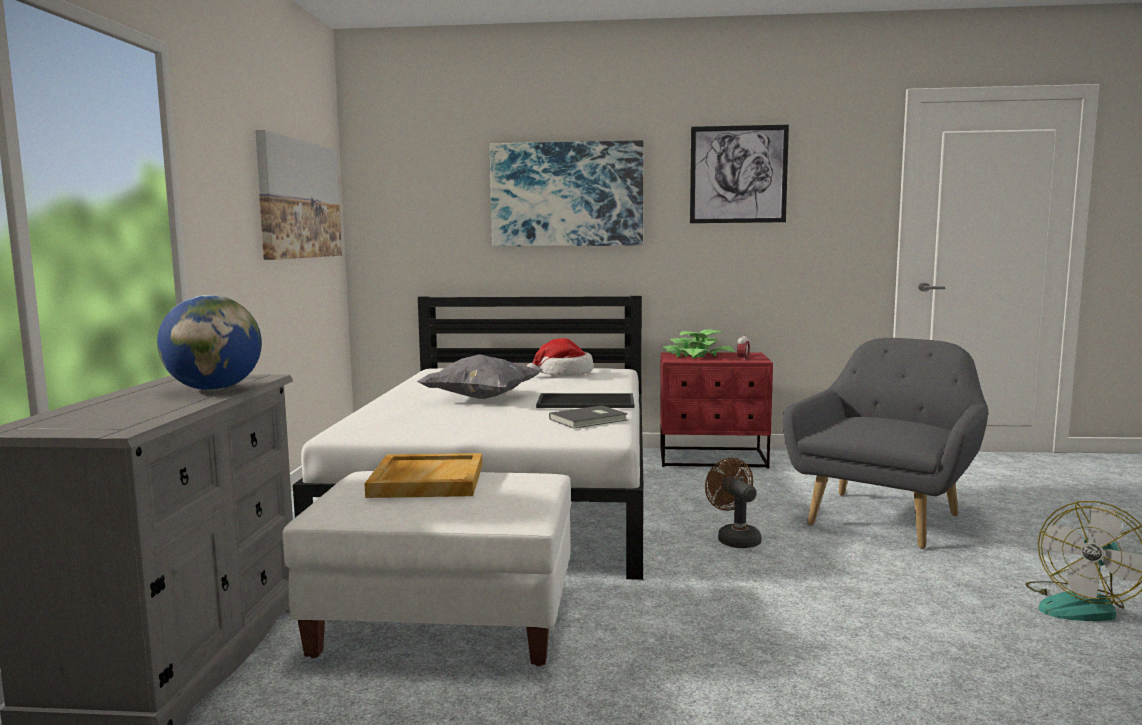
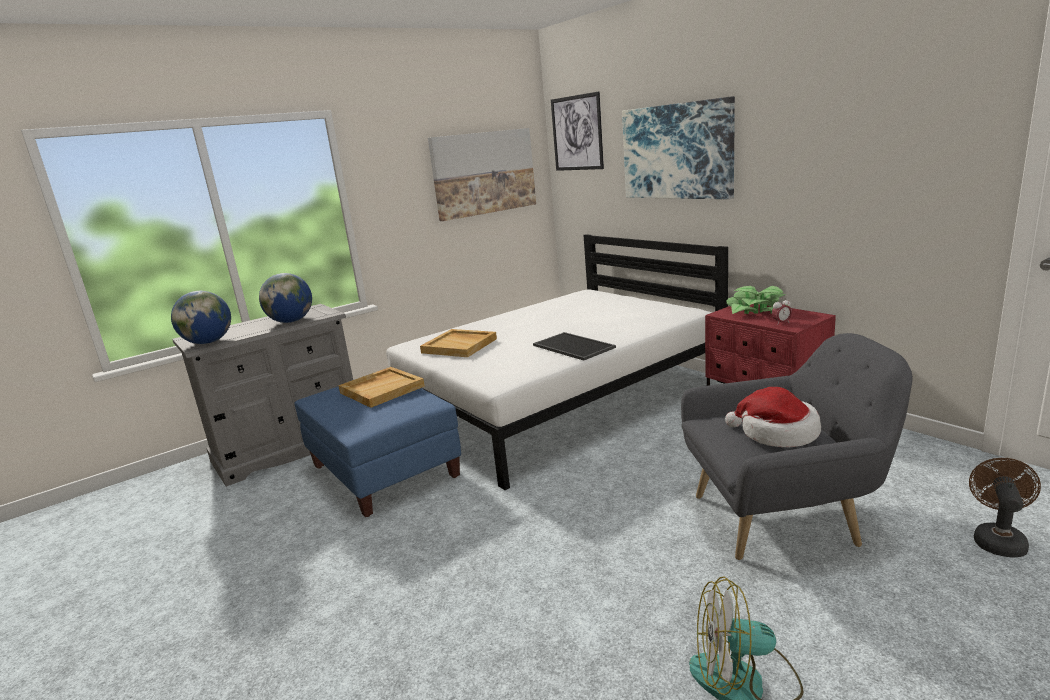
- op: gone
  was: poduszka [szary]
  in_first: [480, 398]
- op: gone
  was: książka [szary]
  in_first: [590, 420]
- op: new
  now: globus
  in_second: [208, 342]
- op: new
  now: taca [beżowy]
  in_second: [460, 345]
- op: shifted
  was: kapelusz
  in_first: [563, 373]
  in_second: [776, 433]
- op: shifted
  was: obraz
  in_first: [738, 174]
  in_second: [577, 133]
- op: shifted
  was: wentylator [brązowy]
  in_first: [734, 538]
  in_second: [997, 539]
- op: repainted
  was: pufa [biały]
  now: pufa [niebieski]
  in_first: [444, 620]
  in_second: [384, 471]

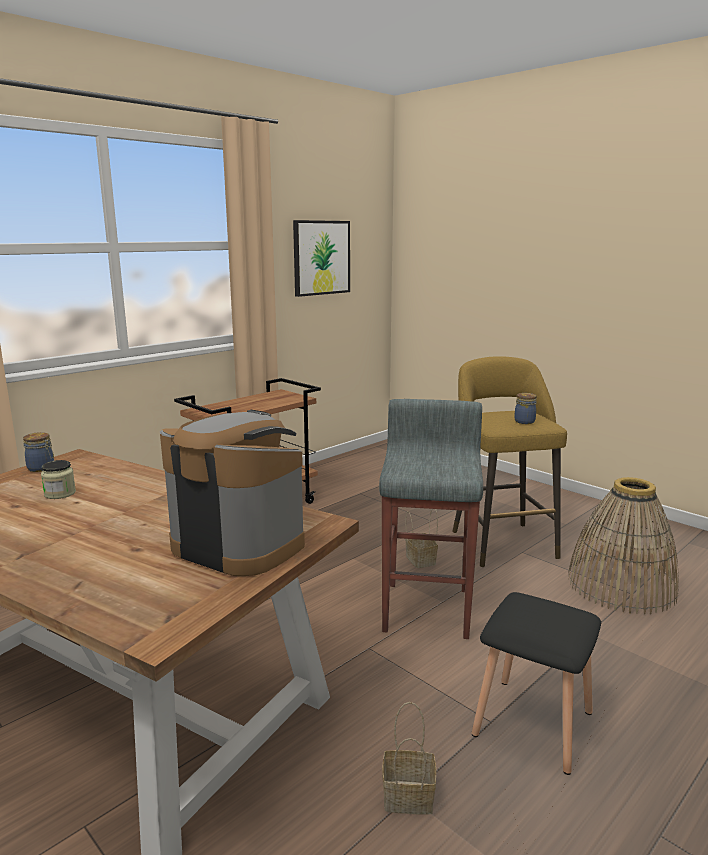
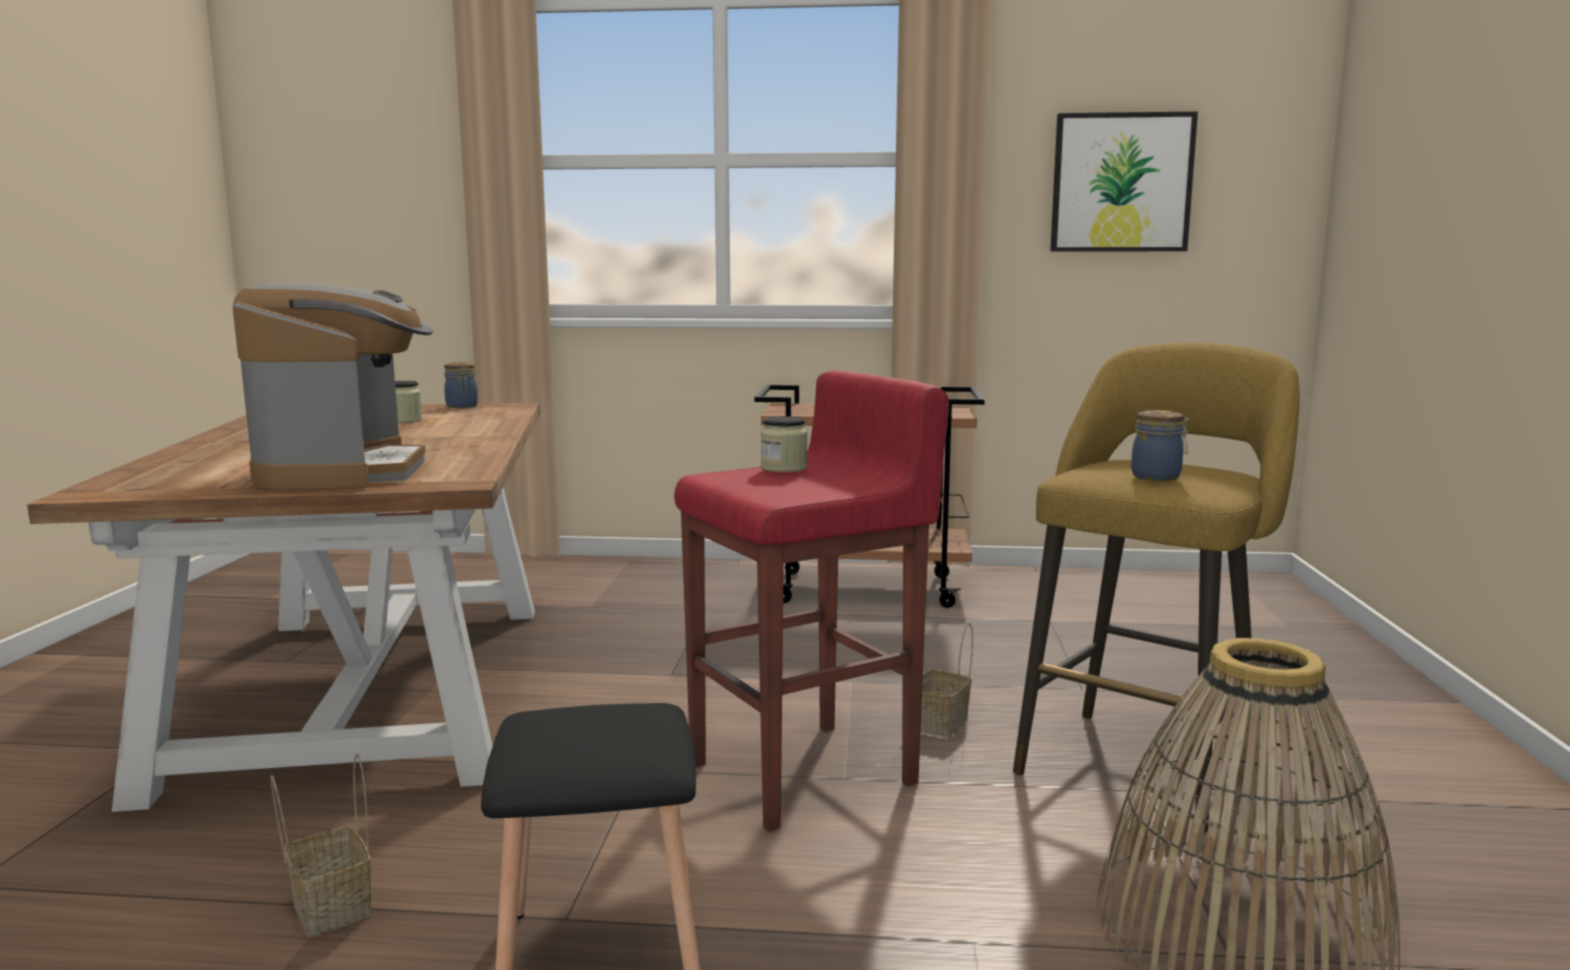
- op: new
  now: słoik
  in_second: [784, 468]
- op: repainted
  was: stołek [szary]
  now: stołek [czerwony]
  in_first: [428, 608]
  in_second: [807, 774]

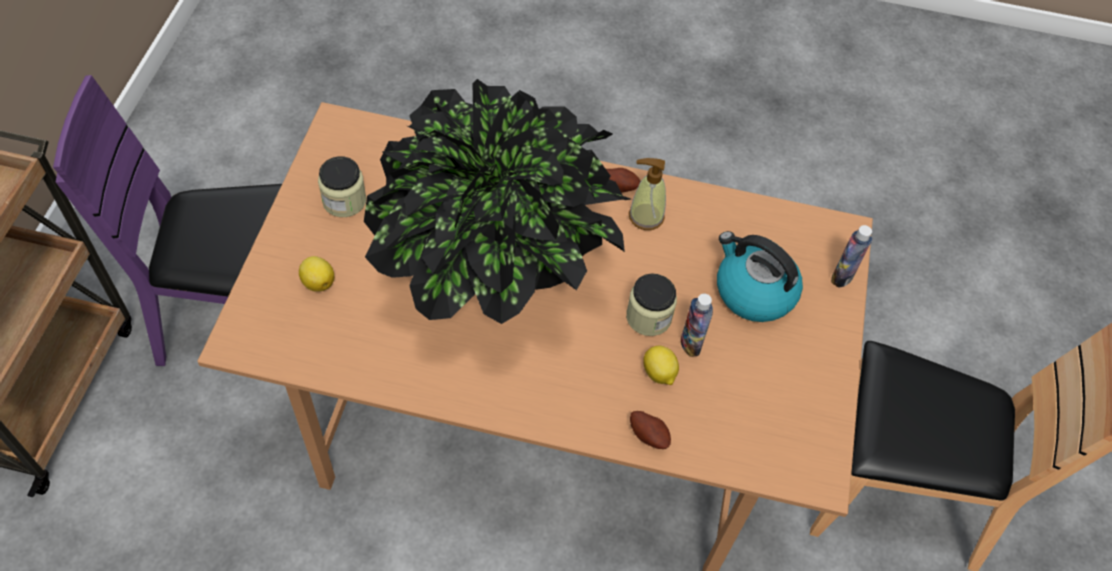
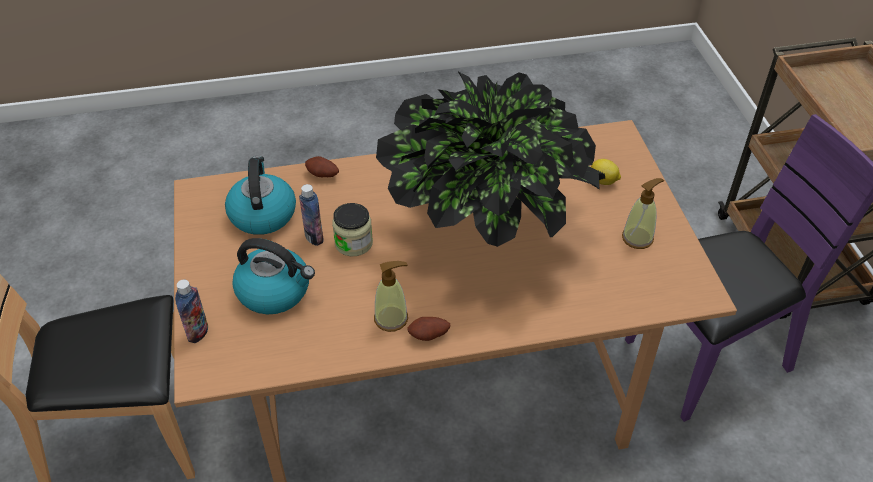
- op: gone
  was: cytryna
  in_first: [659, 374]
- op: new
  now: czajnik
  in_second: [262, 214]
- op: swapped
  was: słoik
  now: dozownik mydła
  in_first: [344, 201]
  in_second: [637, 238]

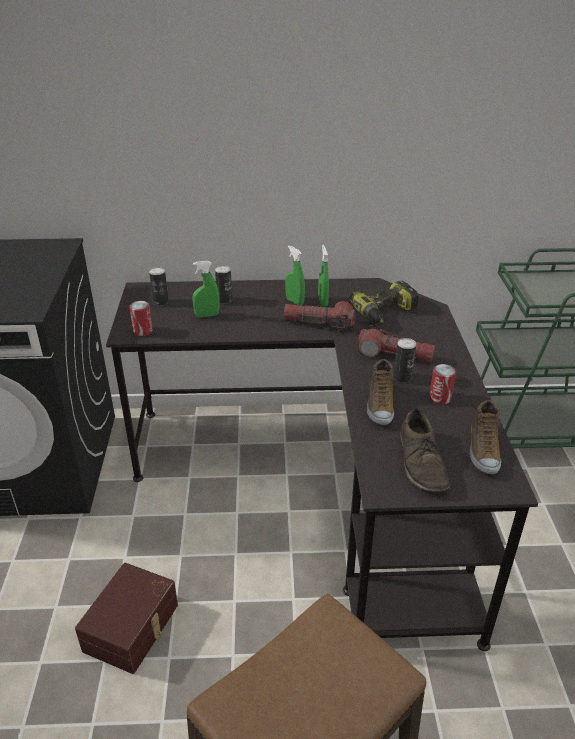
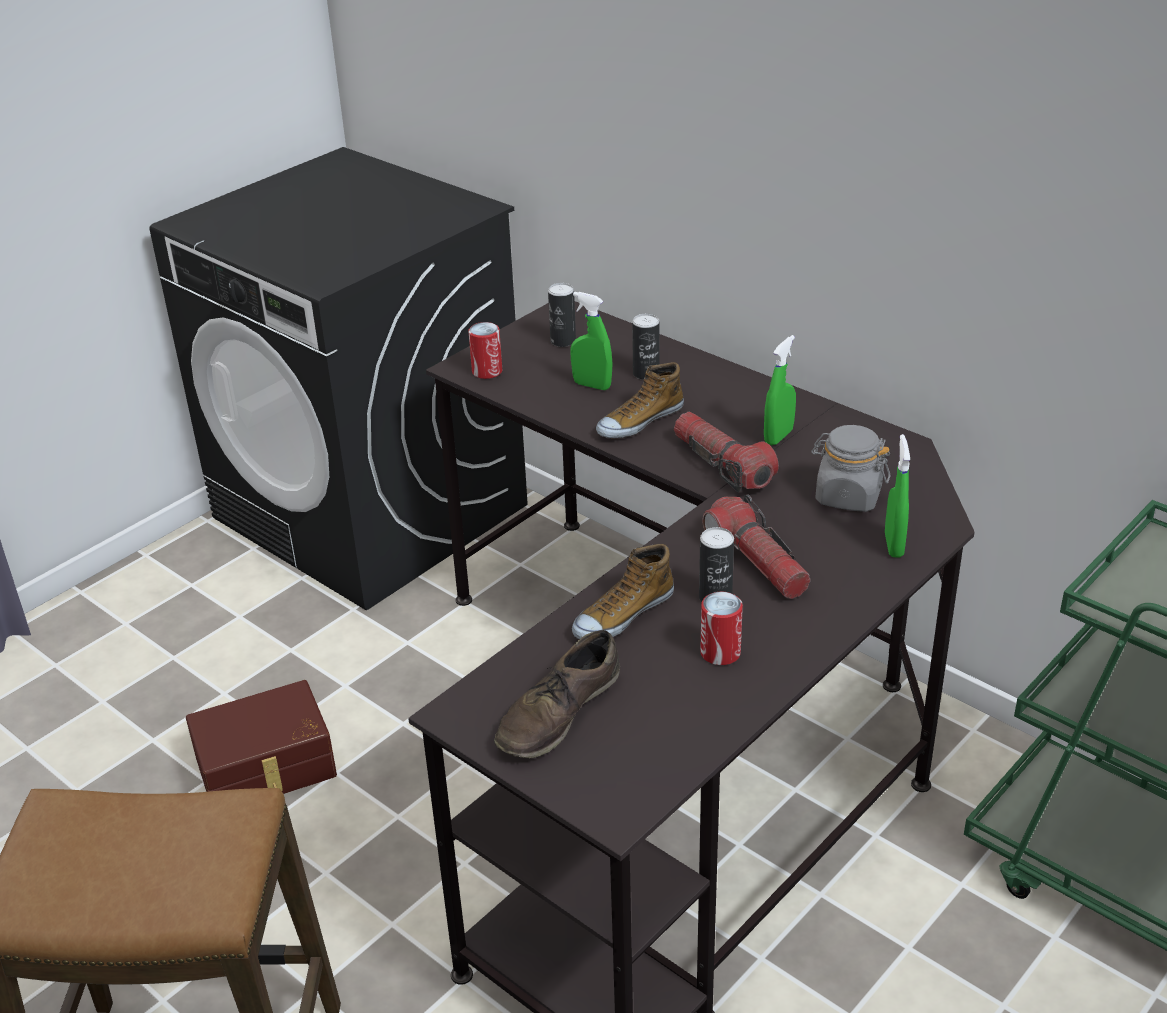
- op: shifted
  was: spryskiwacz [zielony]
  in_first: [294, 301]
  in_second: [893, 545]
- op: shifted
  was: but
  in_first: [483, 450]
  in_second: [639, 421]
- op: swapped
  was: wiertarka
  now: słoik [szary]
  in_first: [385, 312]
  in_second: [847, 496]

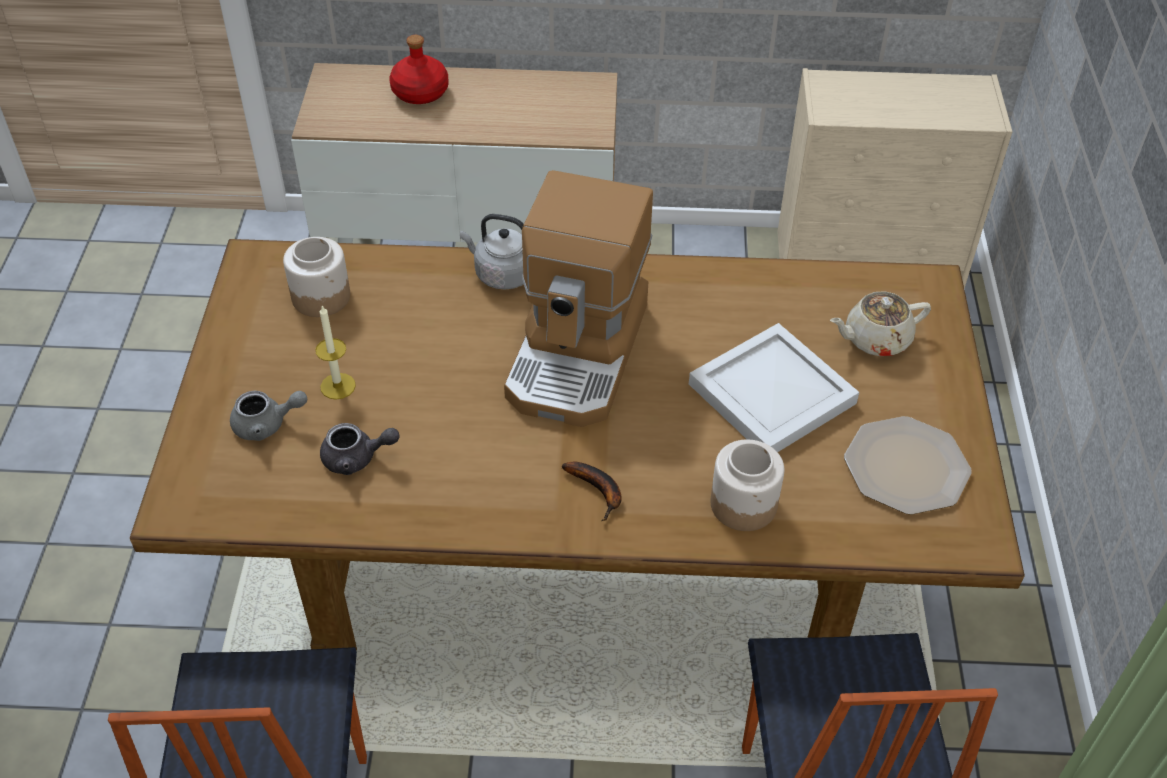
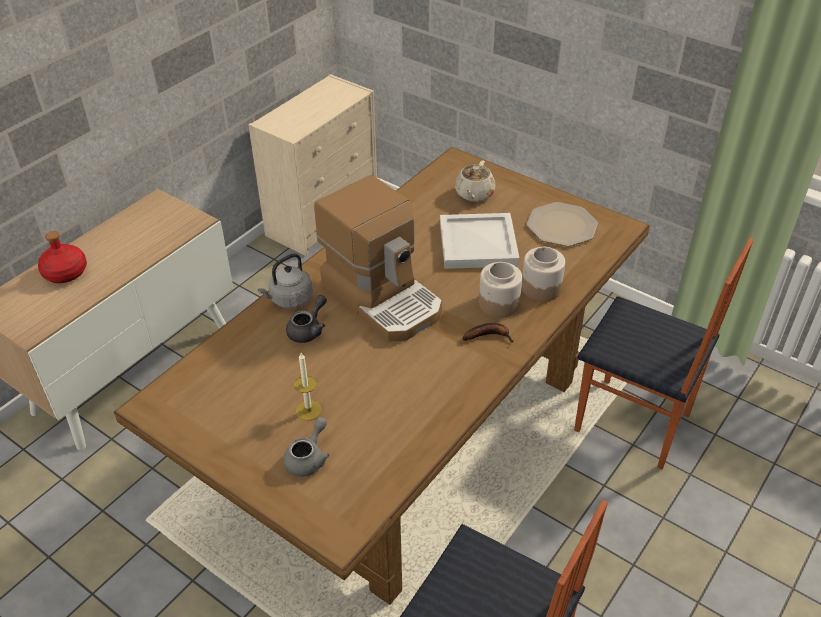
- op: shifted
  was: słoik
  in_first: [321, 296]
  in_second: [498, 303]
- op: shifted
  was: imbryk [szary]
  in_first: [357, 458]
  in_second: [308, 330]

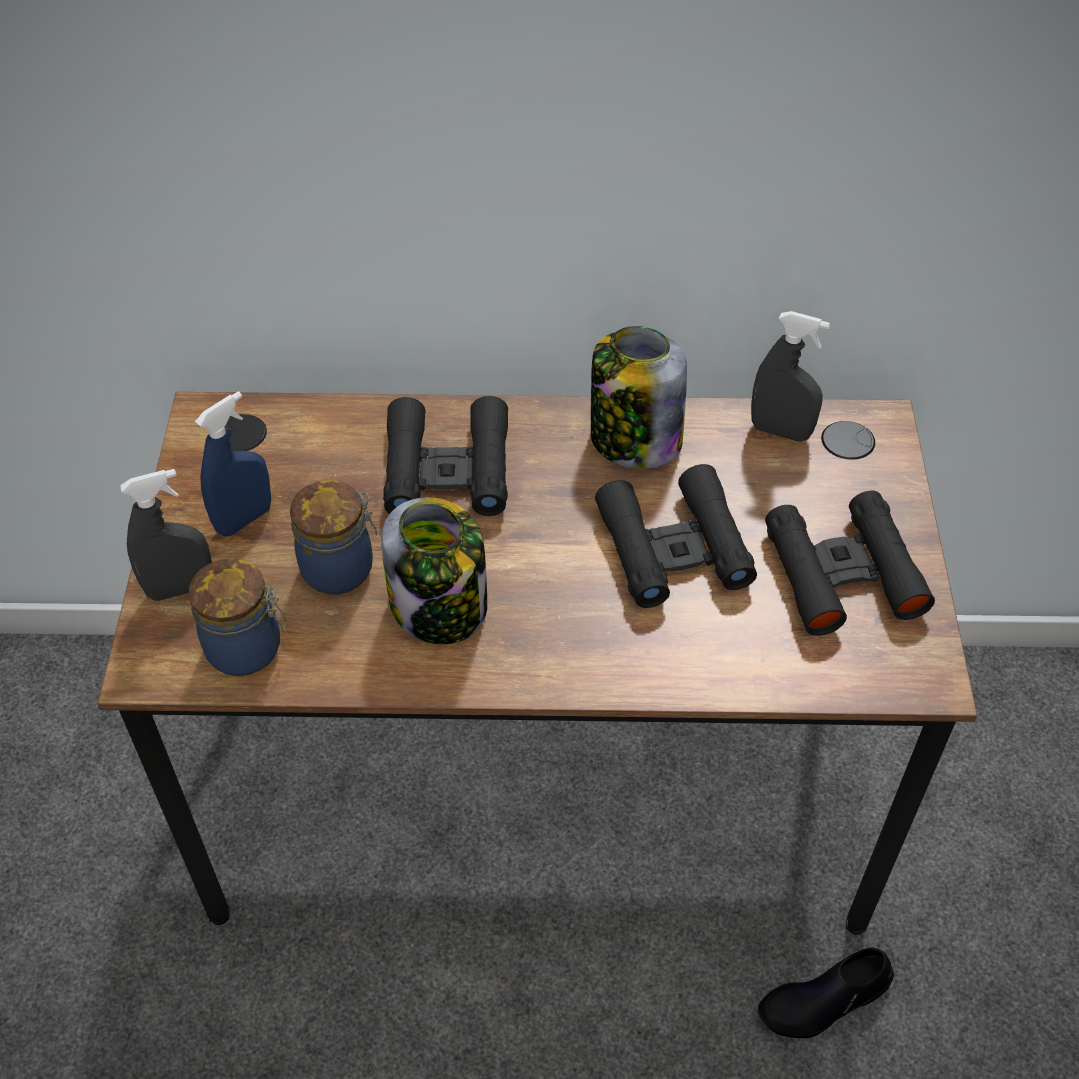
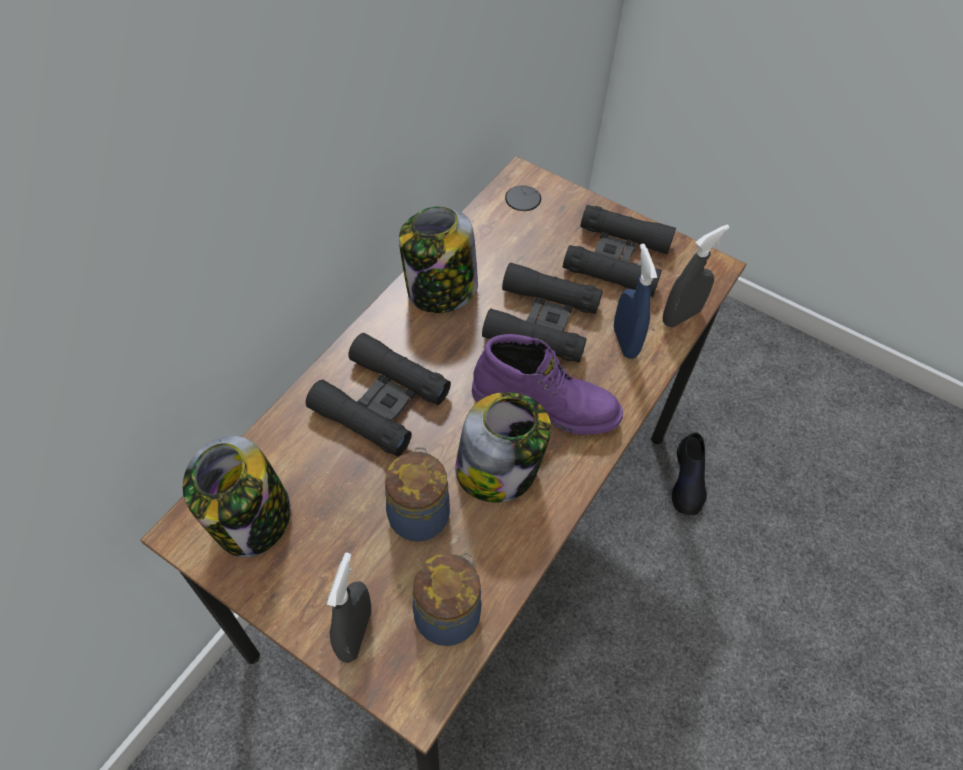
- op: new
  now: słoik
  in_second: [252, 520]
- op: new
  now: but z cholewką [fioletowy]
  in_second: [546, 404]
- op: shifted
  was: spryskiwacz [niebieski]
  in_first: [244, 519]
  in_second: [625, 342]
- op: shifted
  was: spryskiwacz [szary]
  in_first: [780, 431]
  in_second: [681, 316]

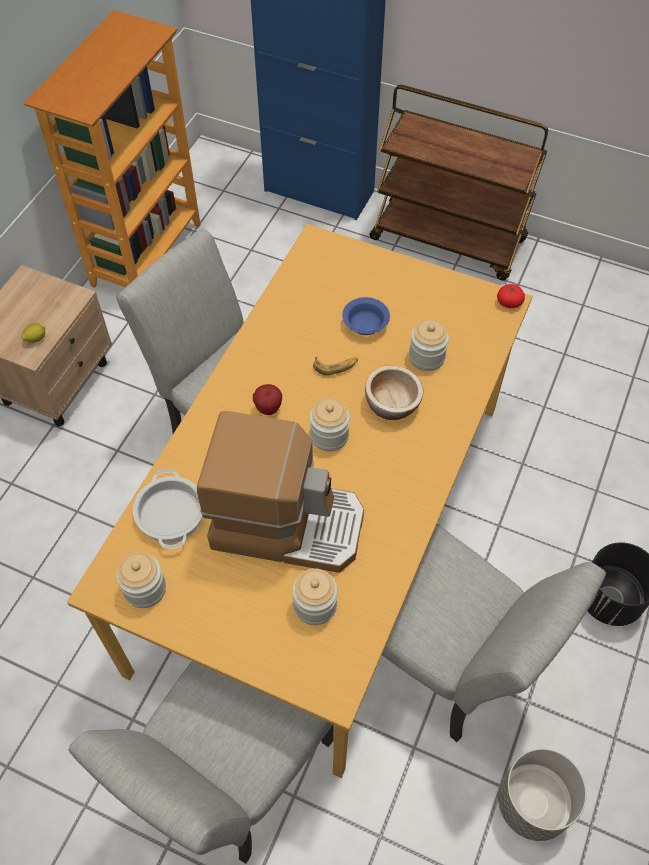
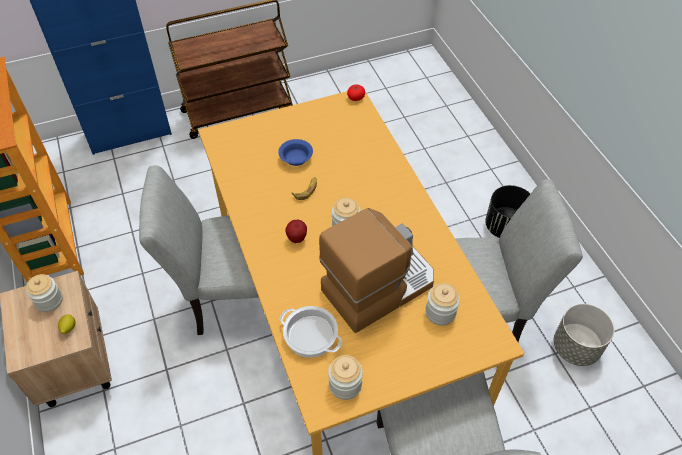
- op: gone
  was: miska
  in_first: [392, 404]
- op: shifted
  was: słoik
  in_first: [426, 357]
  in_second: [49, 300]

